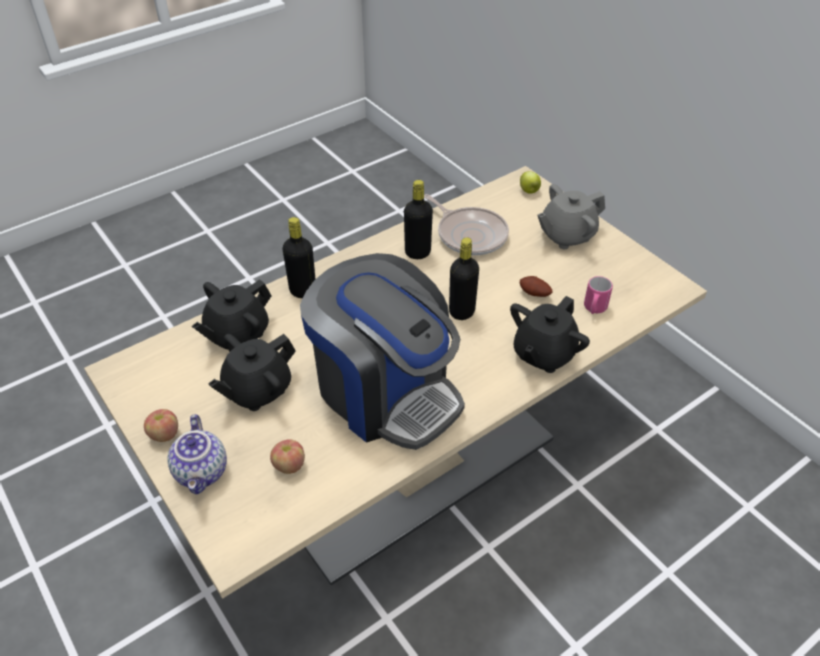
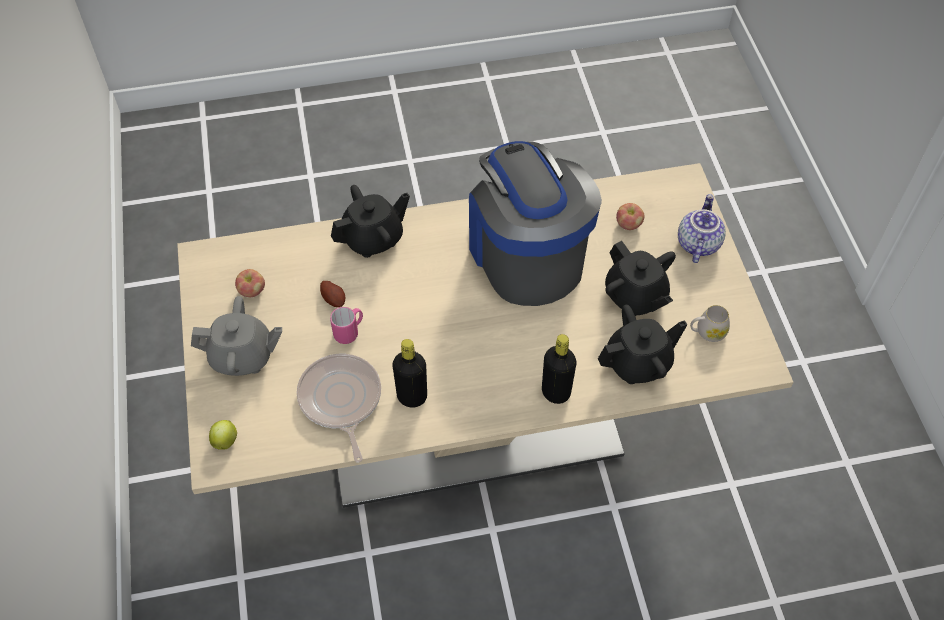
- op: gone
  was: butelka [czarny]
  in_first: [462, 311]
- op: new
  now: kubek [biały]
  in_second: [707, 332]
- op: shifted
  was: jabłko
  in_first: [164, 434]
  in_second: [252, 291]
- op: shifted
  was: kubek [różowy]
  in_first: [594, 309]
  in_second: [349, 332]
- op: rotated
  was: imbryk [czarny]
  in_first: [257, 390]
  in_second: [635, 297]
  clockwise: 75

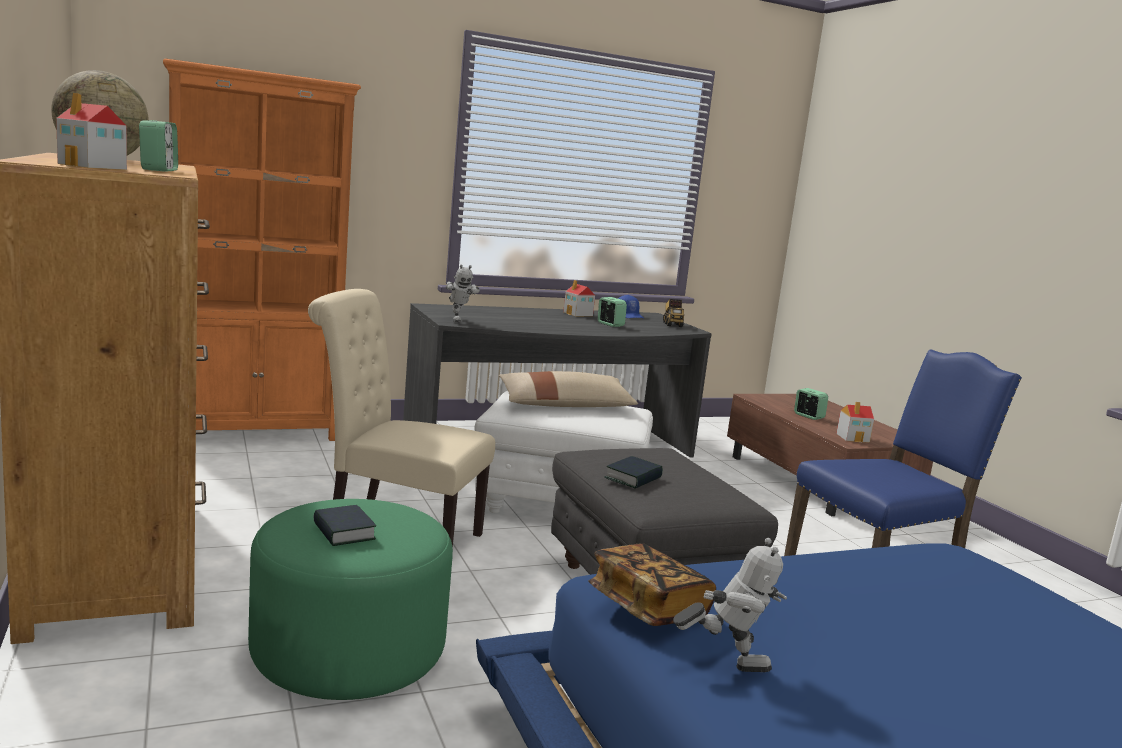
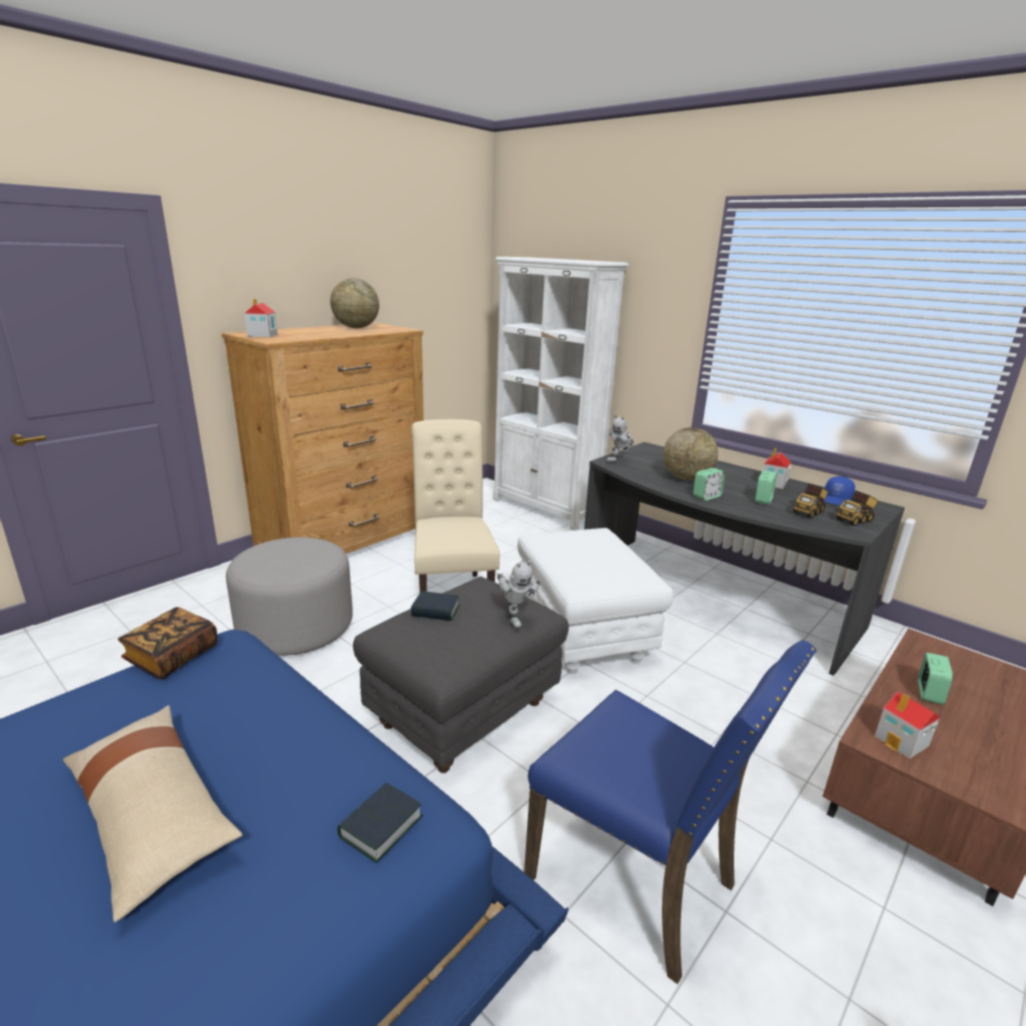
- op: new
  now: globus
  in_second: [686, 478]
- op: new
  now: ciężarówka zabawkowa
  in_second: [808, 512]
- op: shifted
  was: budzik
  in_first: [159, 170]
  in_second: [706, 496]
- op: shifted
  was: książka
  in_first: [343, 532]
  in_second: [381, 826]
- op: shifted
  was: poduszka [beżowy]
  in_first: [565, 404]
  in_second: [151, 815]
- op: shifted
  was: robot zabawkowy
  in_first: [726, 662]
  in_second: [514, 618]
- op: repainted
  was: regał [pomarańczowy]
  now: regał [biały]
  in_first: [255, 433]
  in_second: [545, 509]
- op: repainted
  was: pufa [zielony]
  now: pufa [szary]
  in_first: [348, 652]
  in_second: [296, 627]

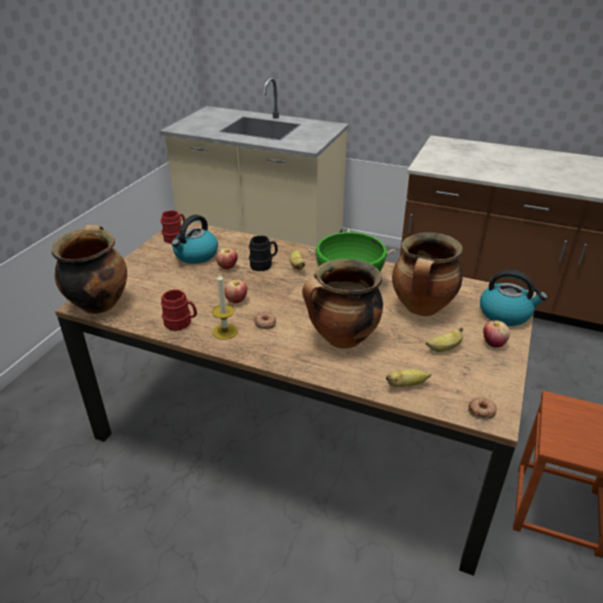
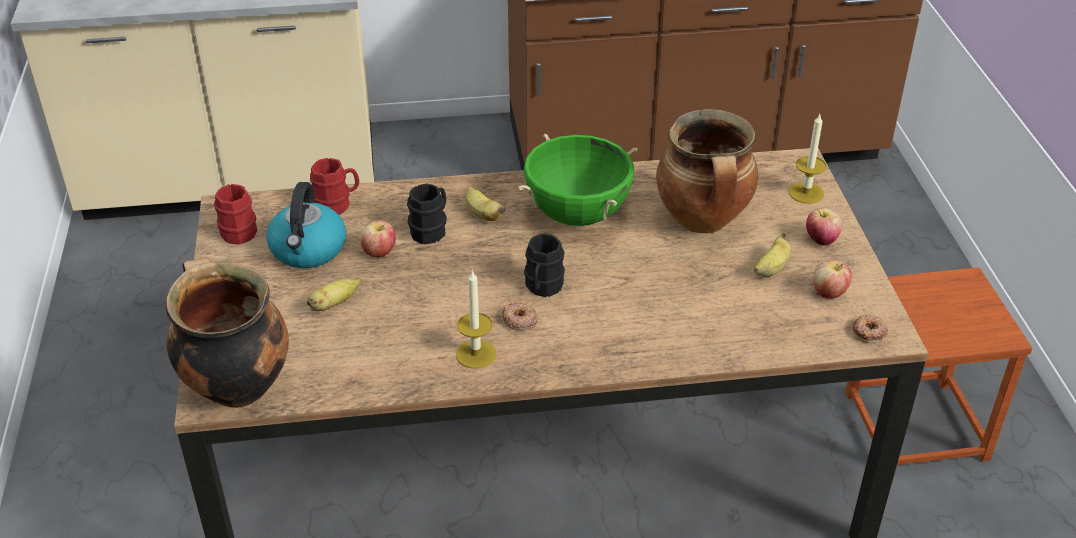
- op: gone
  was: garnek
  in_first: [342, 339]
- op: new
  now: kubek [czarny]
  in_second: [542, 287]
- op: shifted
  was: kubek [czerwony]
  in_first: [181, 323]
  in_second: [337, 204]
- op: shifted
  was: jabłko
  in_first: [236, 300]
  in_second: [829, 293]
- op: shifted
  was: banan
  in_first: [406, 385]
  in_second: [334, 304]
- op: swapped
  was: czajnik
  now: świeca
  in_first: [505, 314]
  in_second: [806, 193]

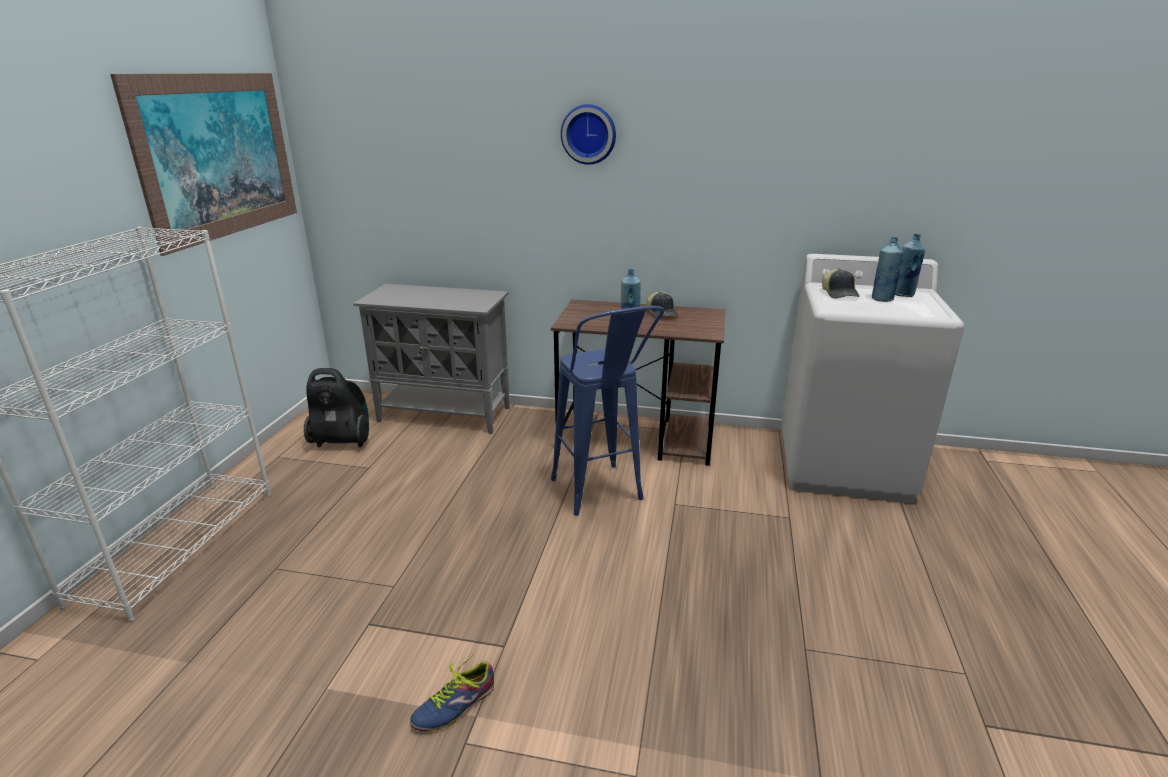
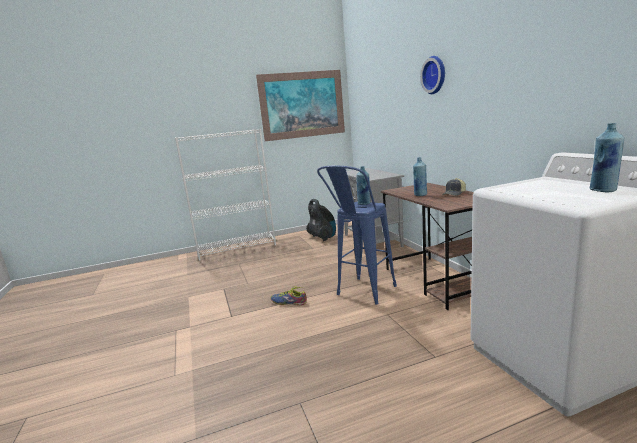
- op: gone
  was: czapka z daszkiem
  in_first: [839, 294]
- op: shifted
  was: but
  in_first: [455, 705]
  in_second: [289, 302]
- op: shifted
  was: butelka [niebieski]
  in_first: [882, 299]
  in_second: [364, 204]

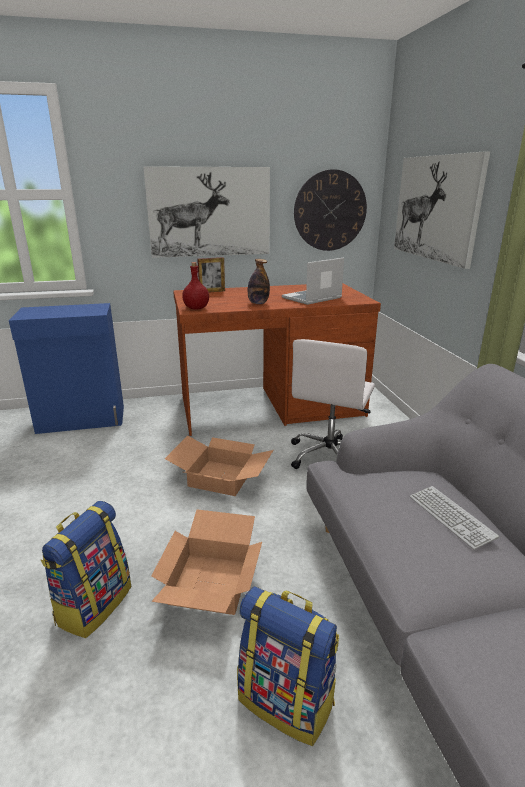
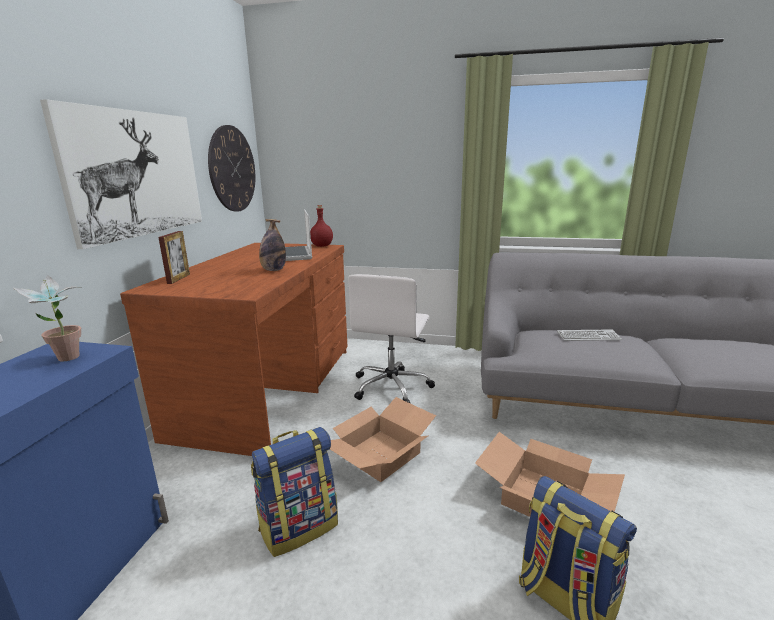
- op: gone
  was: obraz
  in_first: [436, 208]
- op: new
  now: roślina doniczkowa
  in_second: [67, 360]
- op: shifted
  was: butelka [czerwony]
  in_first: [196, 308]
  in_second: [322, 246]
- op: shifted
  was: plecak
  in_first: [287, 700]
  in_second: [299, 526]
- op: rotated
  was: krzesło biurowe [biały]
  in_first: [330, 456]
  in_second: [392, 386]
  clockwise: 60

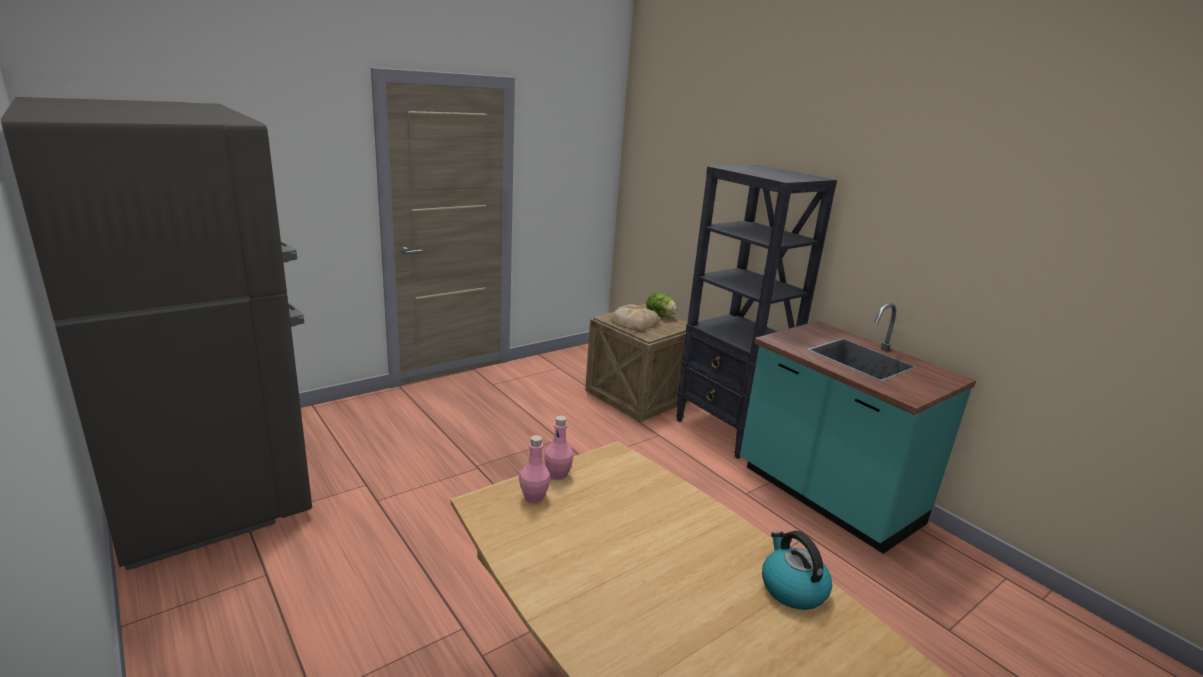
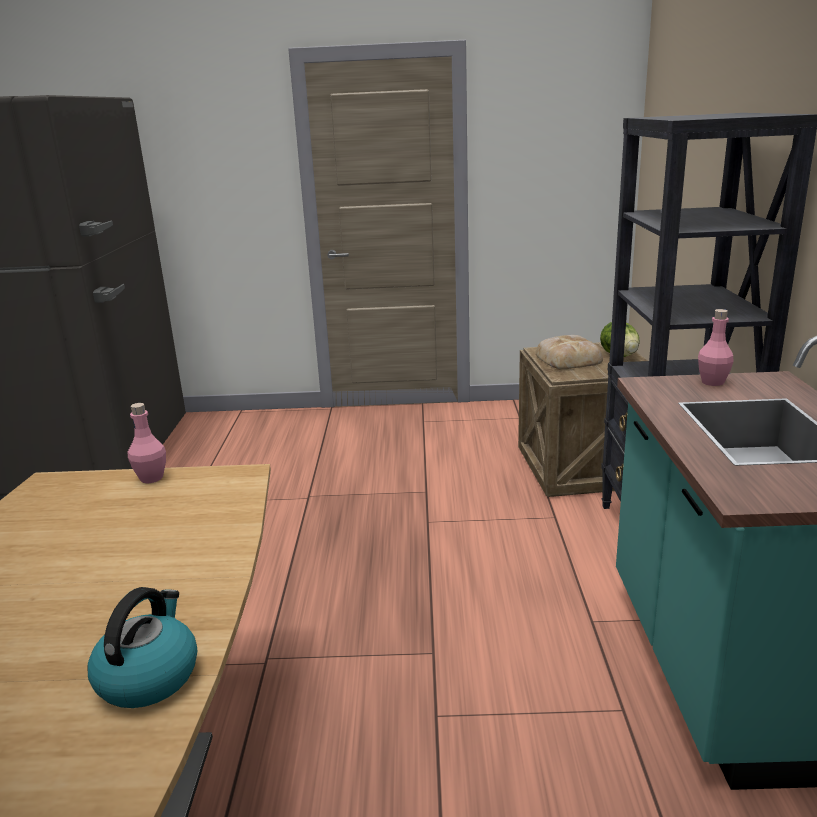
- op: shifted
  was: butelka [różowy]
  in_first: [534, 497]
  in_second: [712, 382]

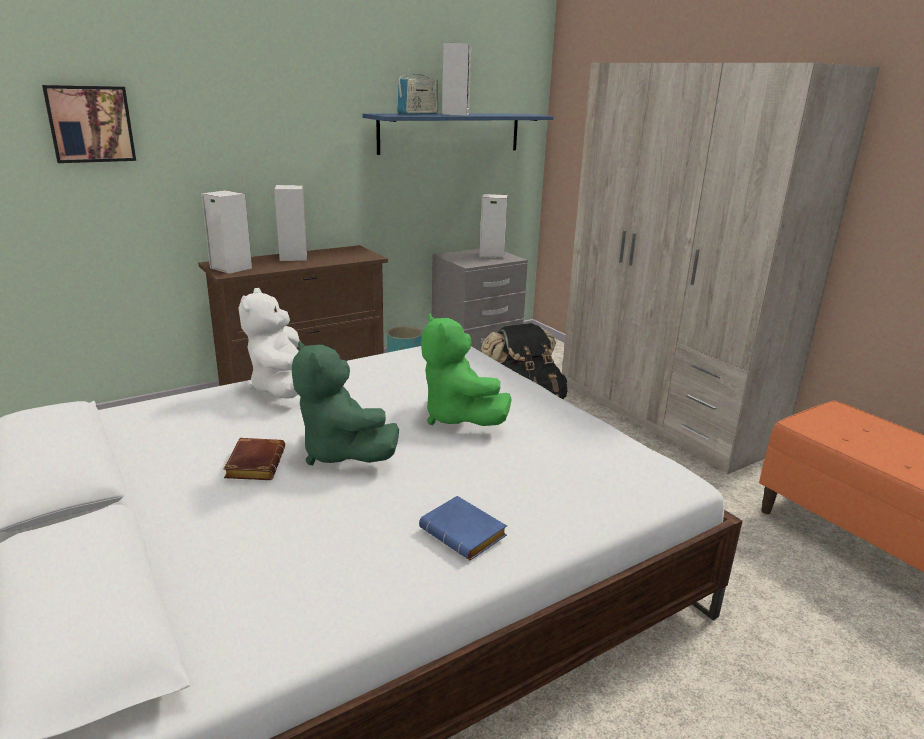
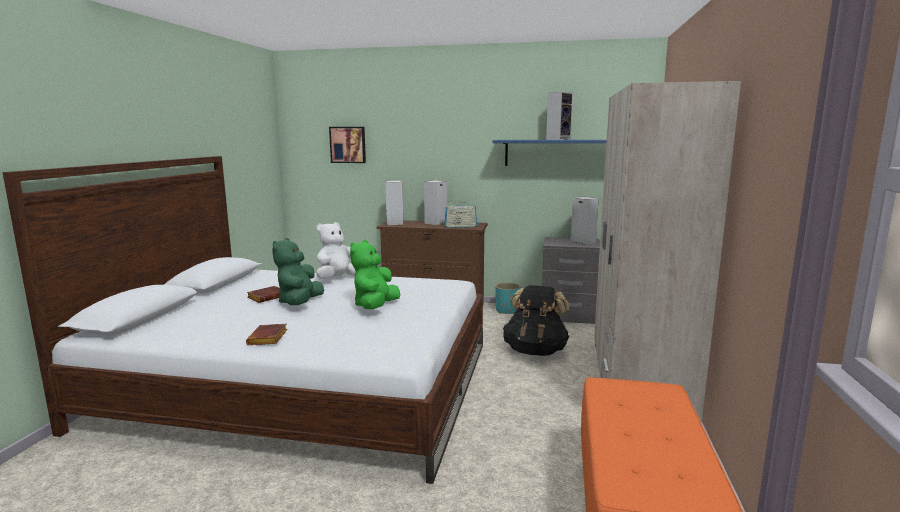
- op: shifted
  was: radio
  in_first: [418, 114]
  in_second: [460, 226]
- op: repainted
  was: książka [niebieski]
  now: książka [brązowy]
  in_first: [466, 534]
  in_second: [268, 339]

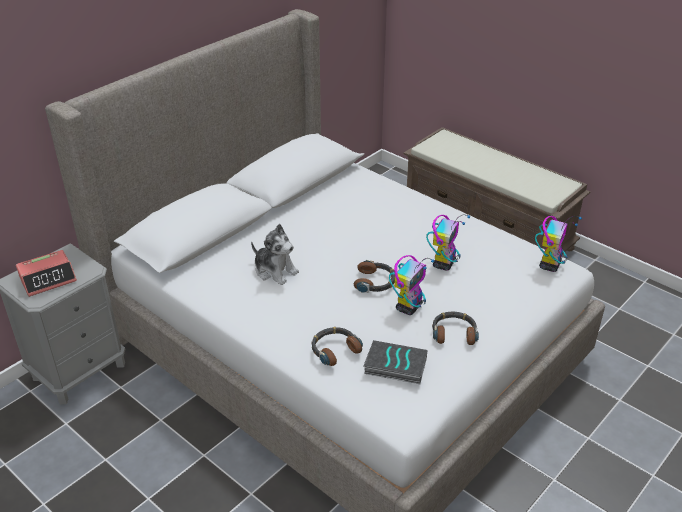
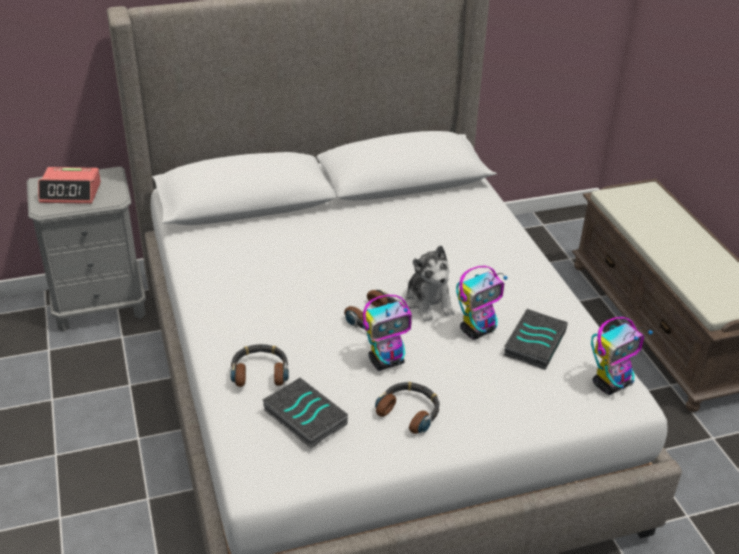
- op: new
  now: książka
  in_second: [533, 342]
- op: shifted
  was: pluszak
  in_first: [275, 271]
  in_second: [428, 303]

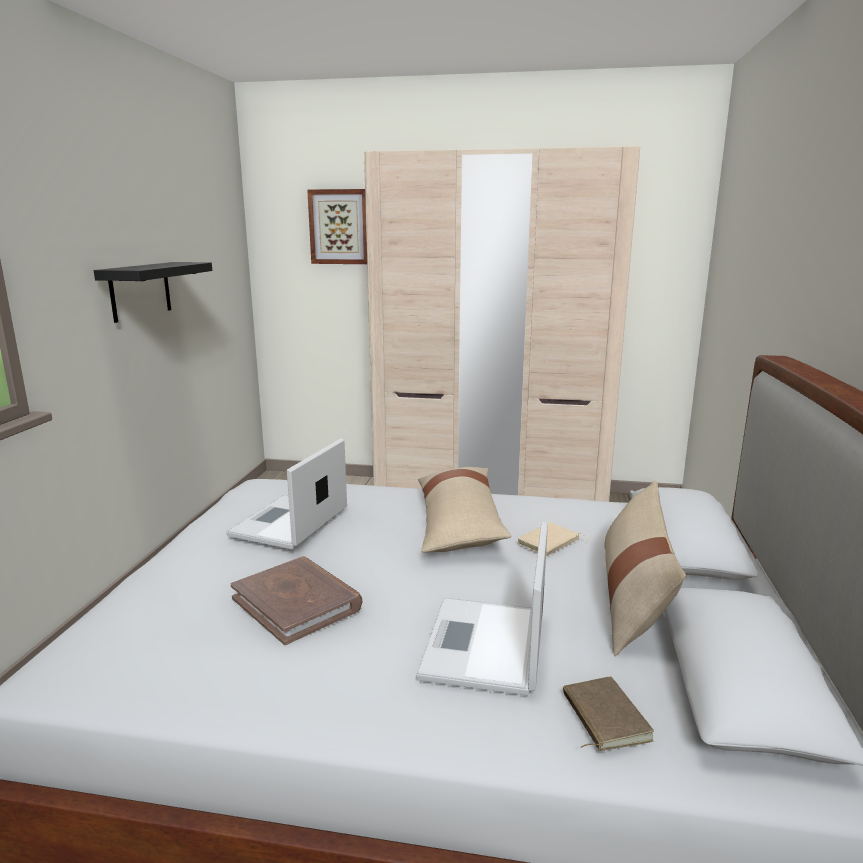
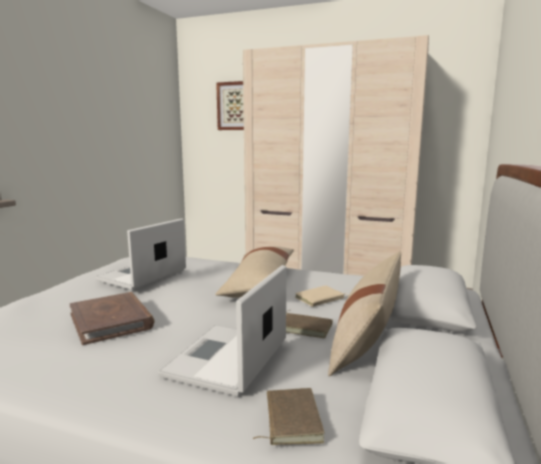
- op: gone
  was: półka [czarny]
  in_first: [140, 291]
- op: new
  now: książka [brązowy]
  in_second: [306, 327]

